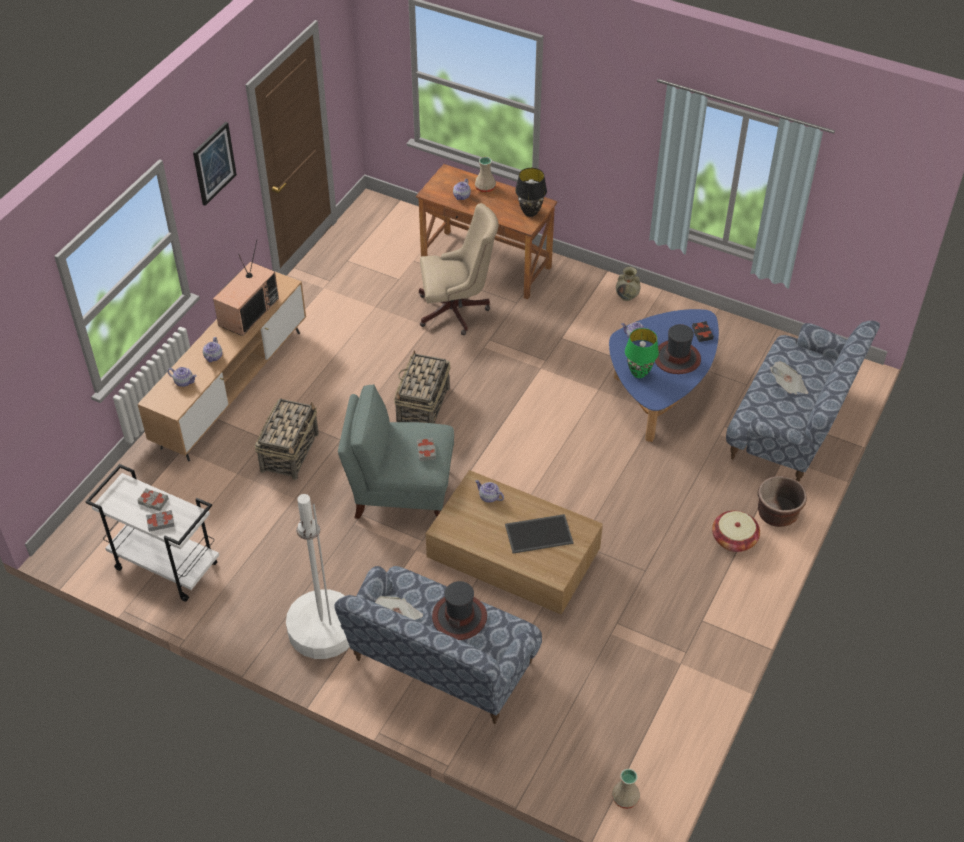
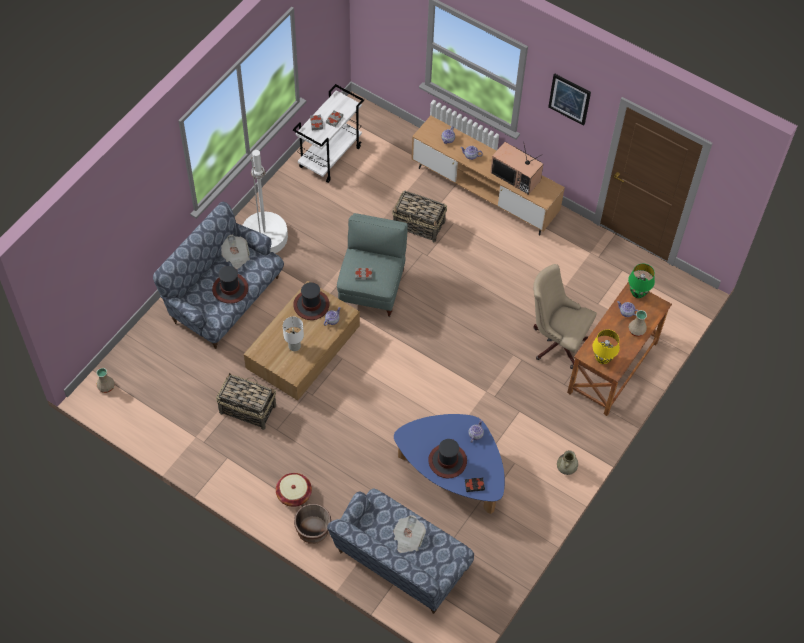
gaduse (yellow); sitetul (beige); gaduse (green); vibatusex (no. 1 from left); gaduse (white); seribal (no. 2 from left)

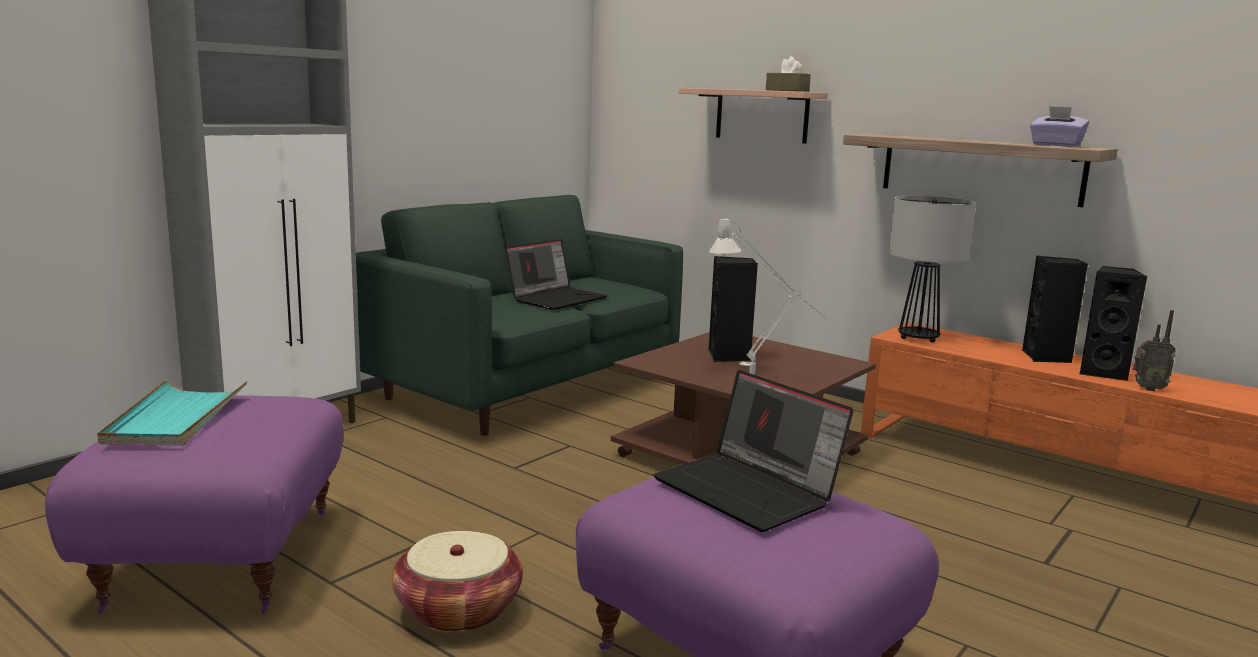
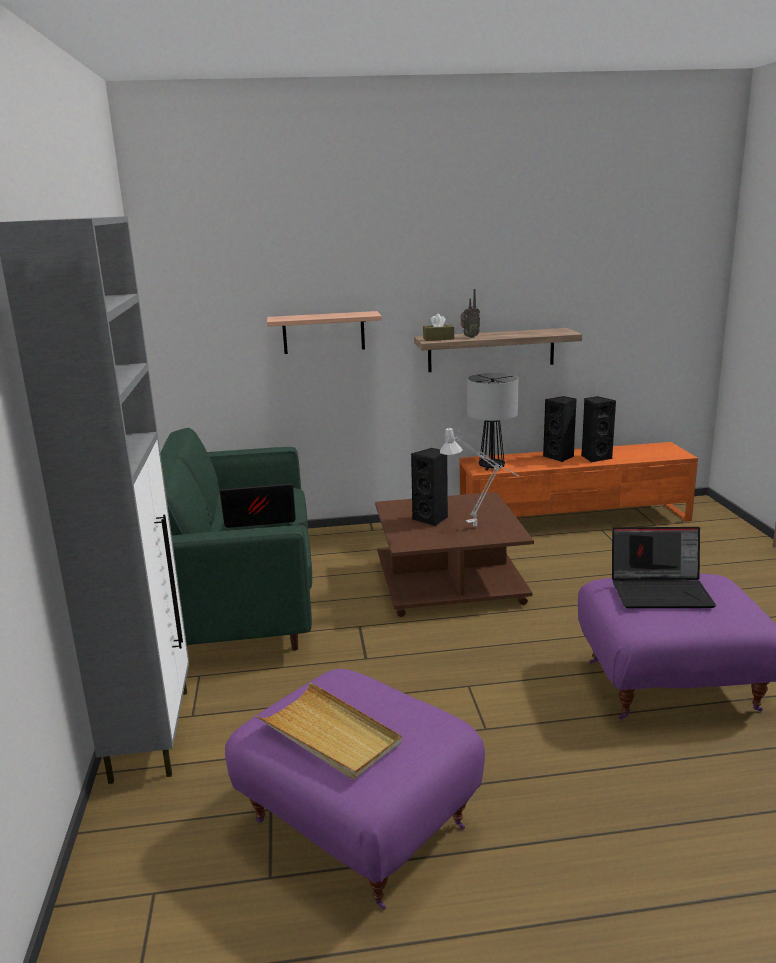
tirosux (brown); tirosux (purple); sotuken (no. 1 from left); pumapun; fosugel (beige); vibatusex

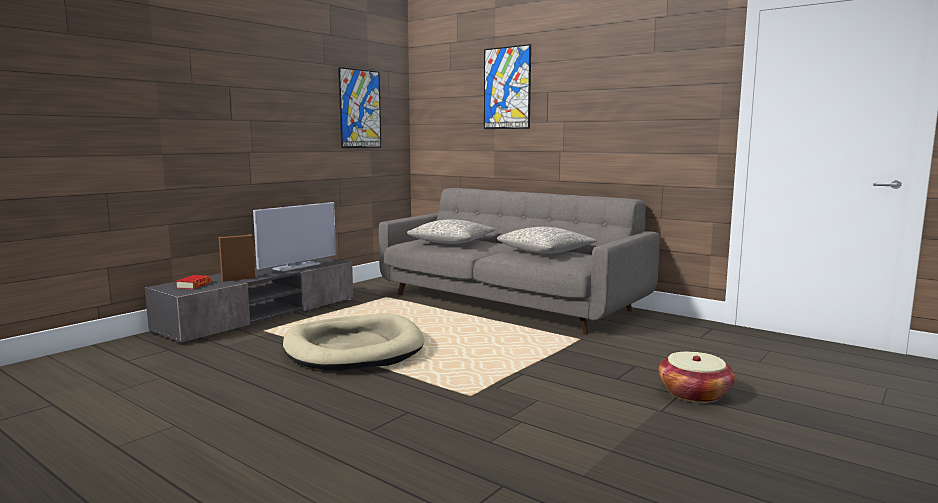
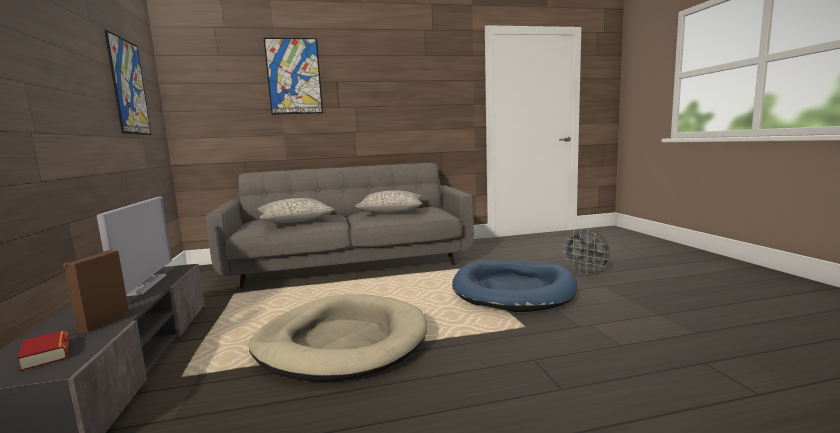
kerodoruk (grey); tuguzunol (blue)

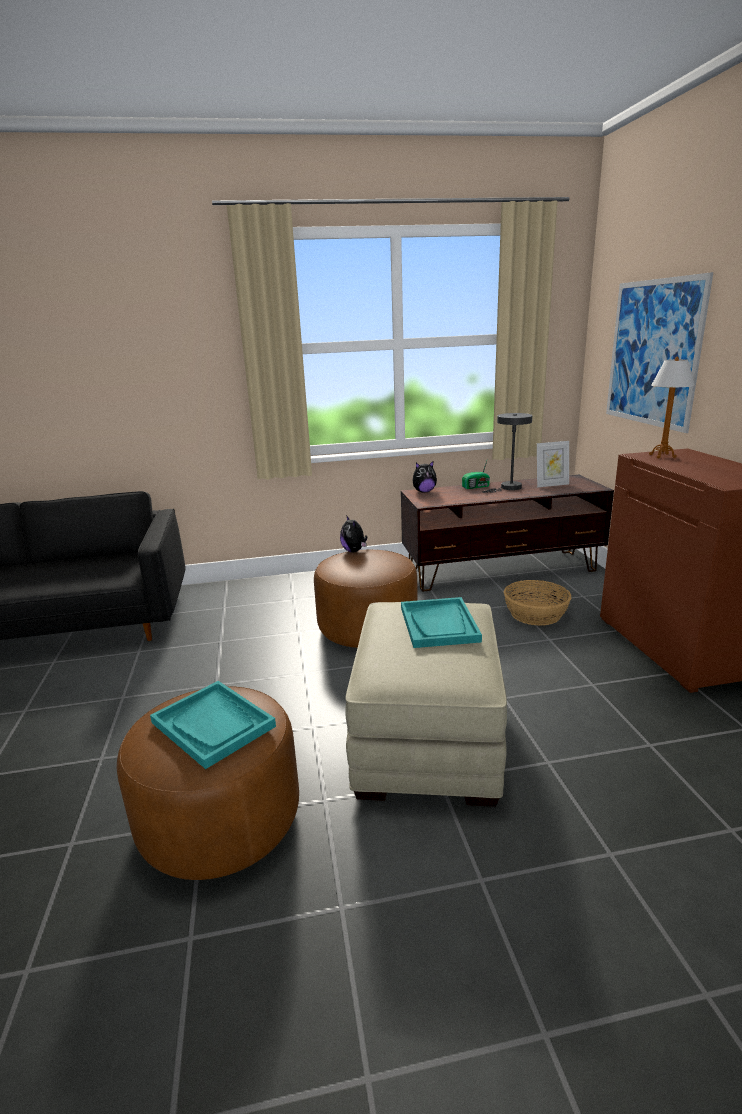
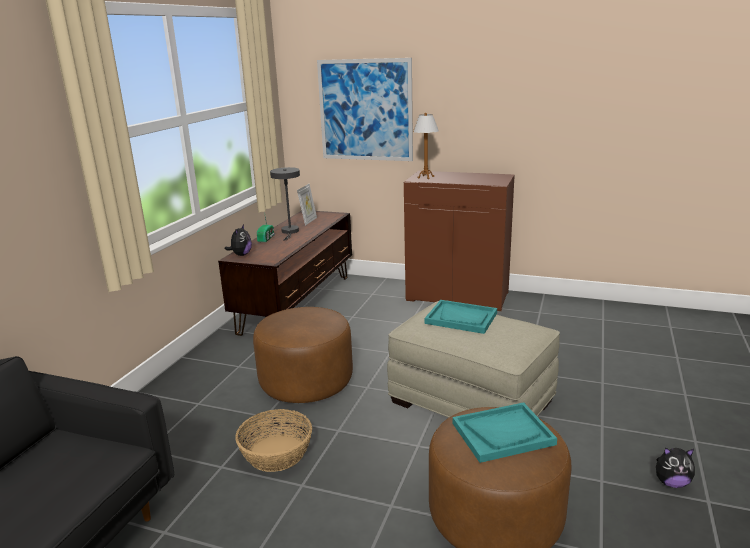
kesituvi (no. 2 from left); vibatusex

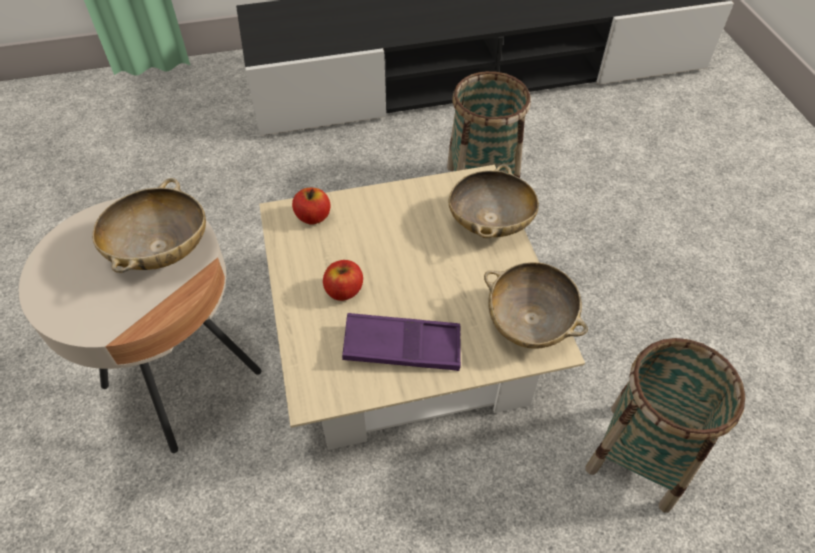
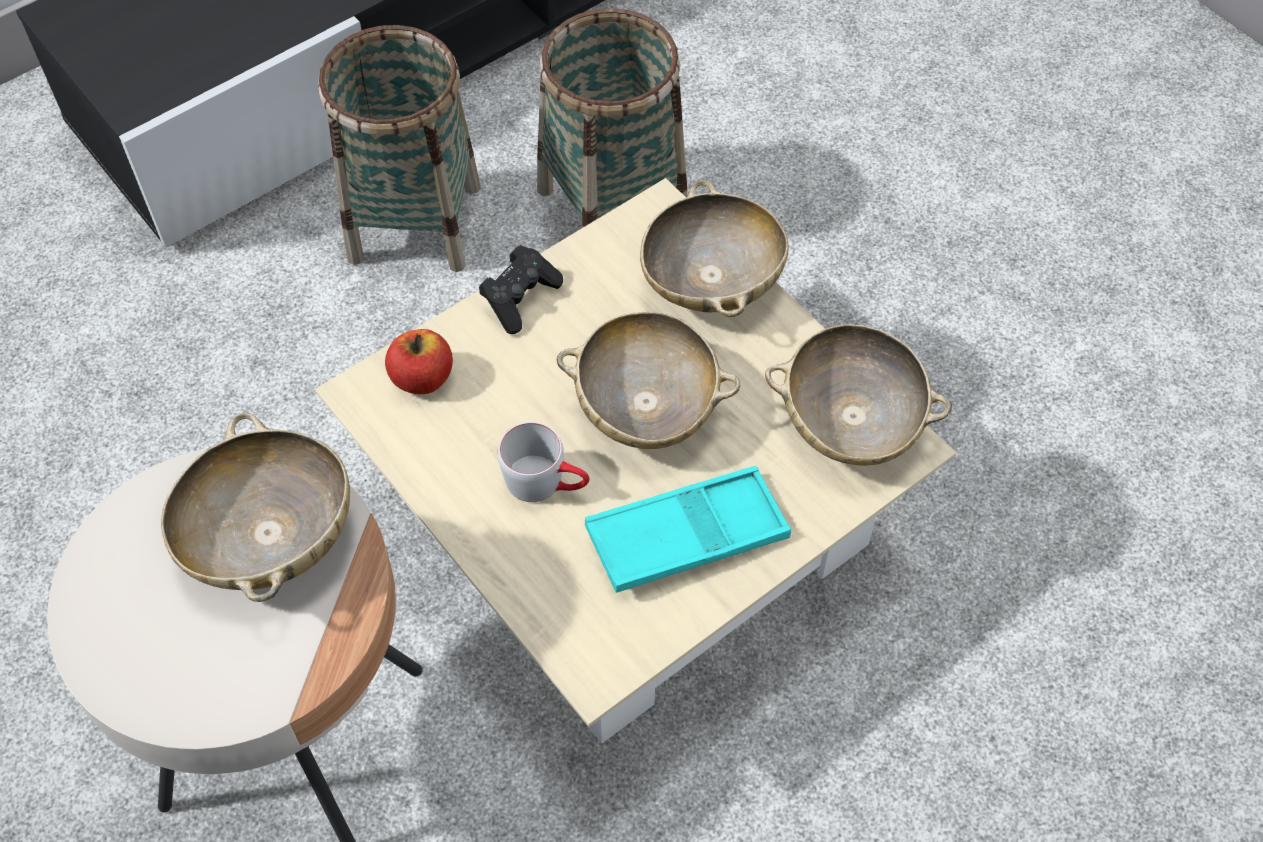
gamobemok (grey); fosugel (turquoise); vibatusex (no. 1 from left); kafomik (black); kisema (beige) (no. 2 from left)

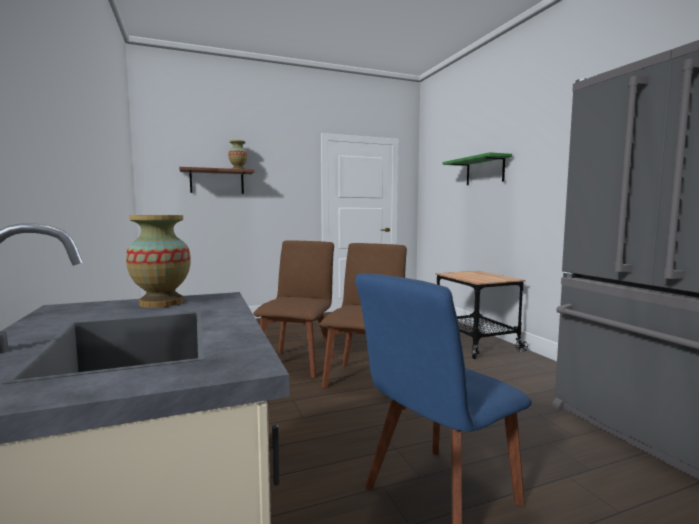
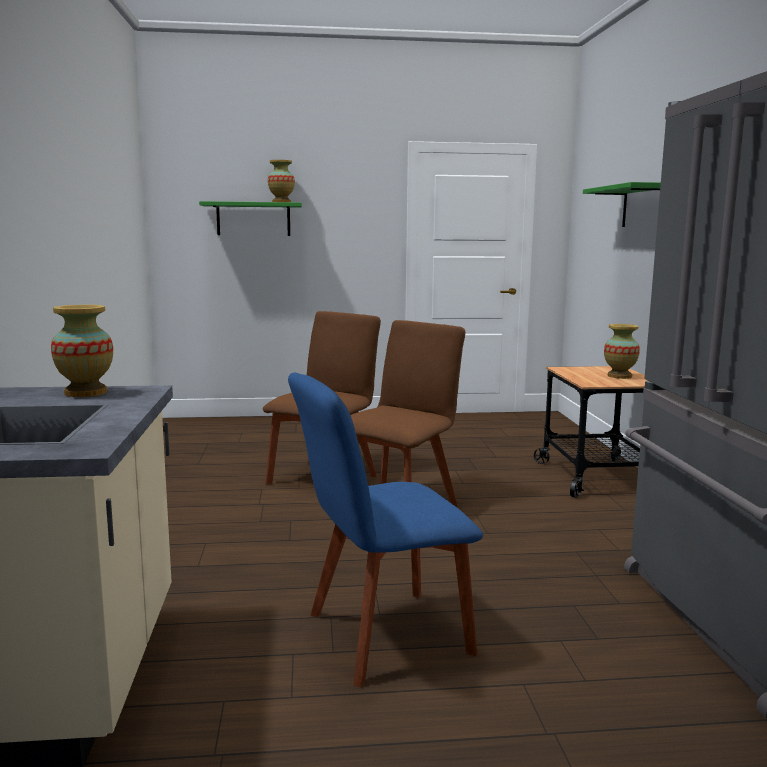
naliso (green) (no. 1 from left); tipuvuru (no. 3 from left)

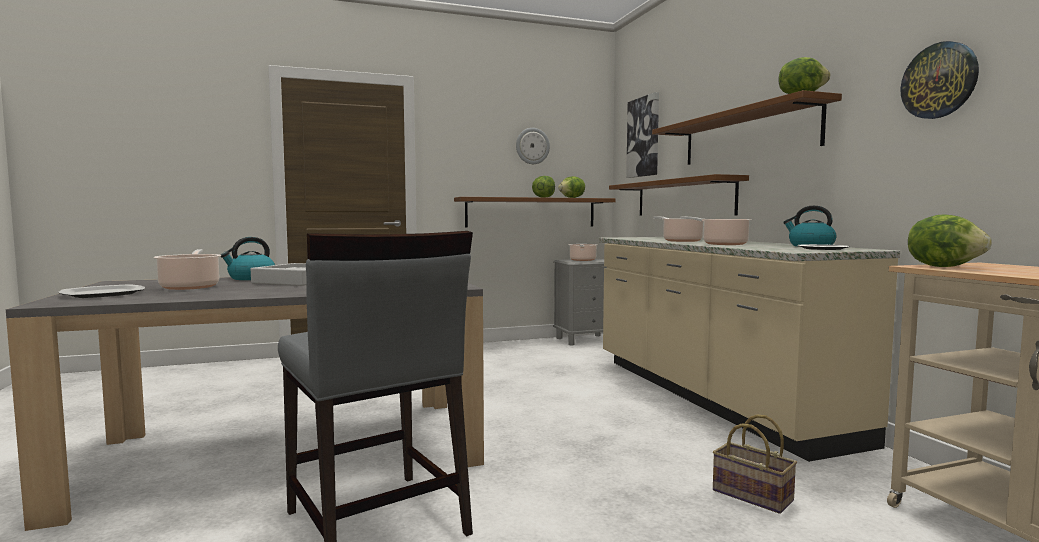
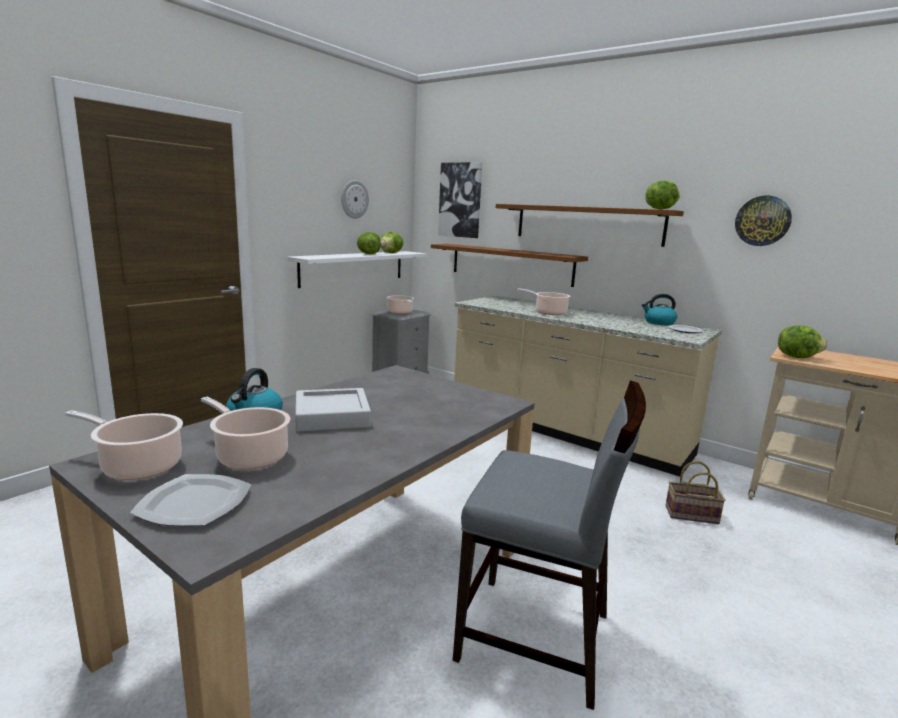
naliso (white); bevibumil (no. 1 from left)

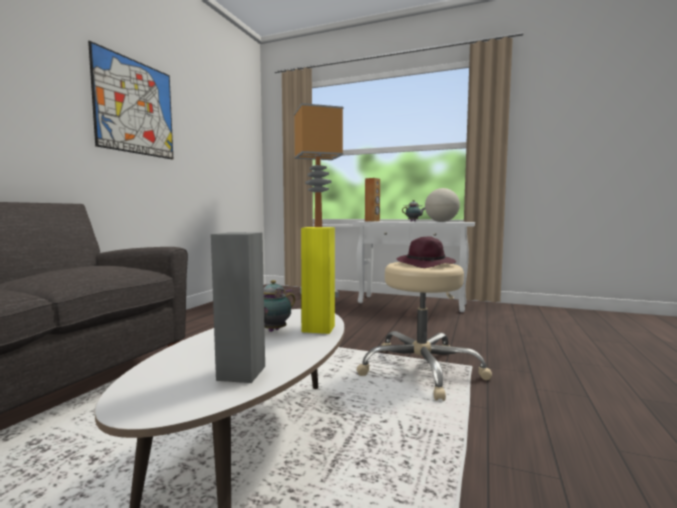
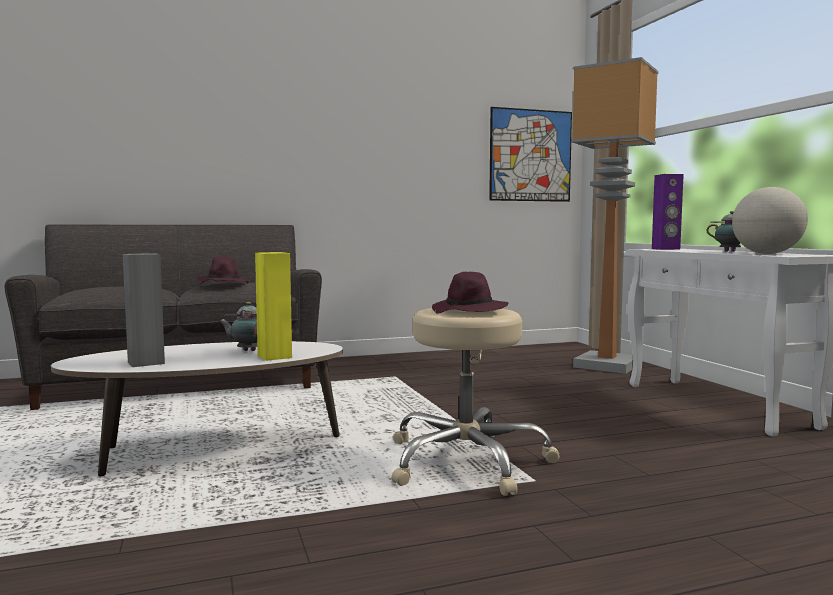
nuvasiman; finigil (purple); seribal (purple) (no. 1 from left)

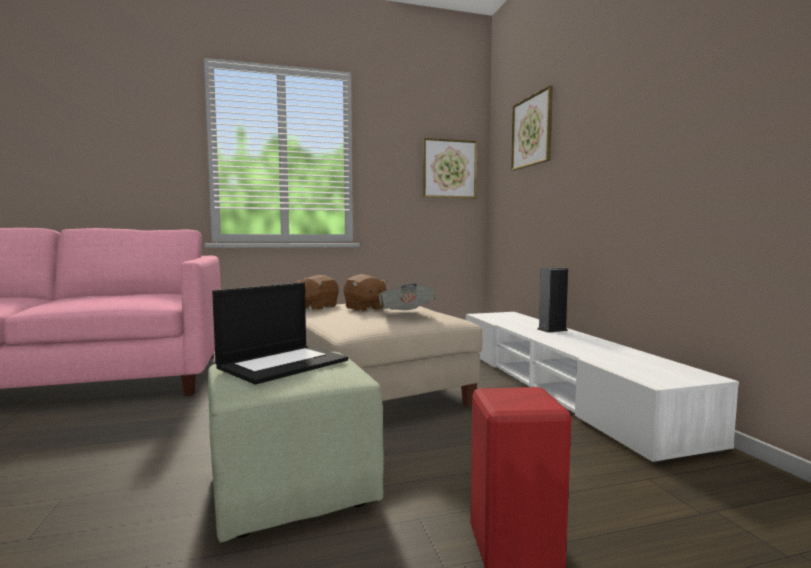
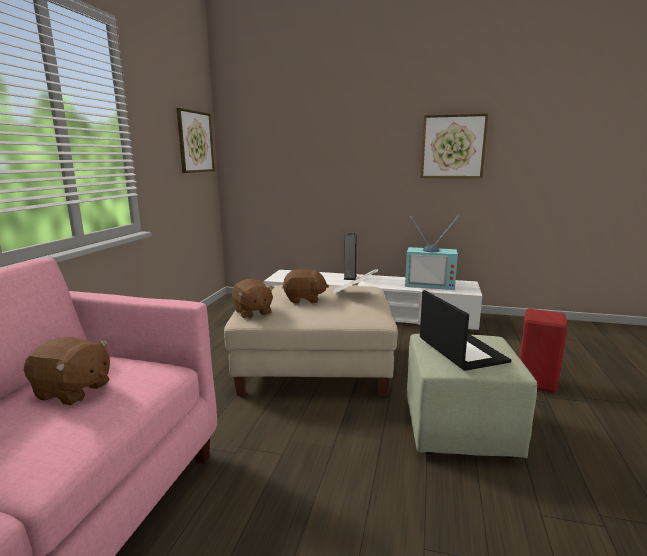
nuvasiman (no. 2 from left); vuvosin; kesituvi (brown) (no. 1 from left)

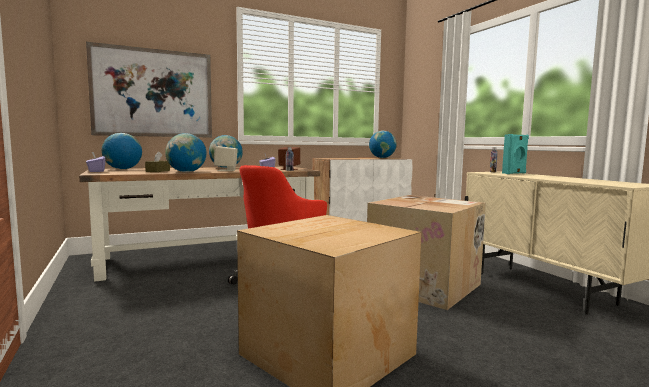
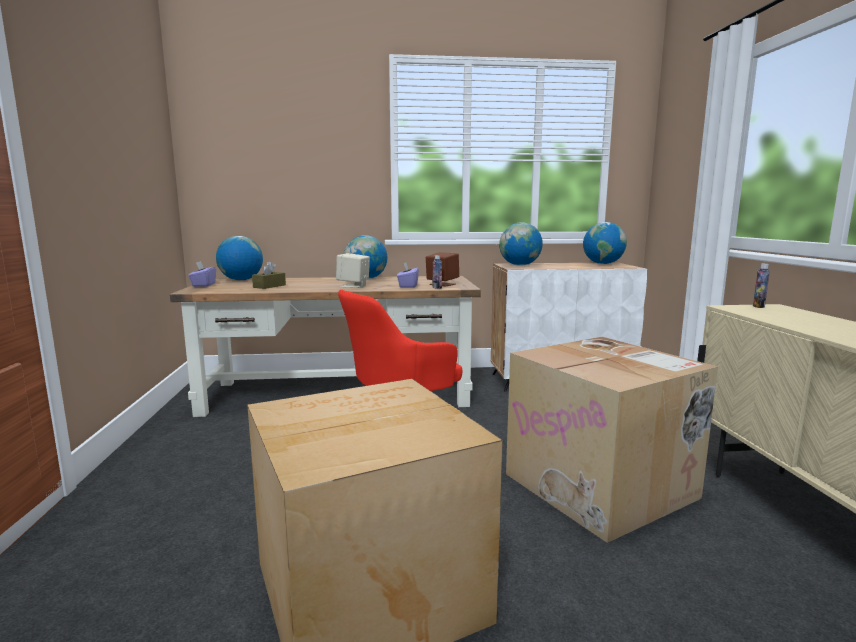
nuvasiman; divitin (no. 3 from left); finigil (turquoise)

